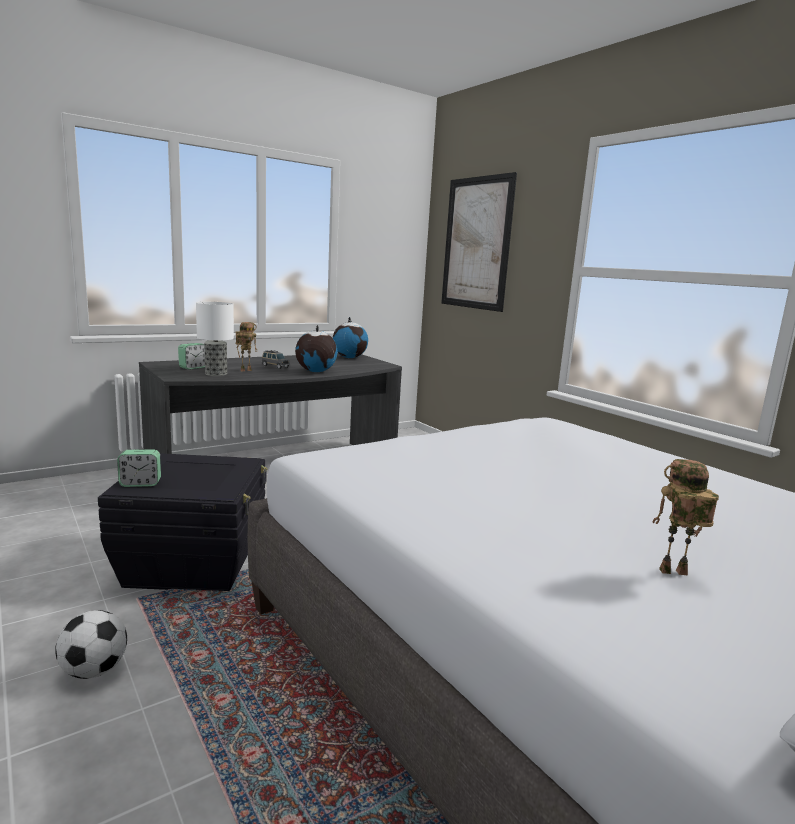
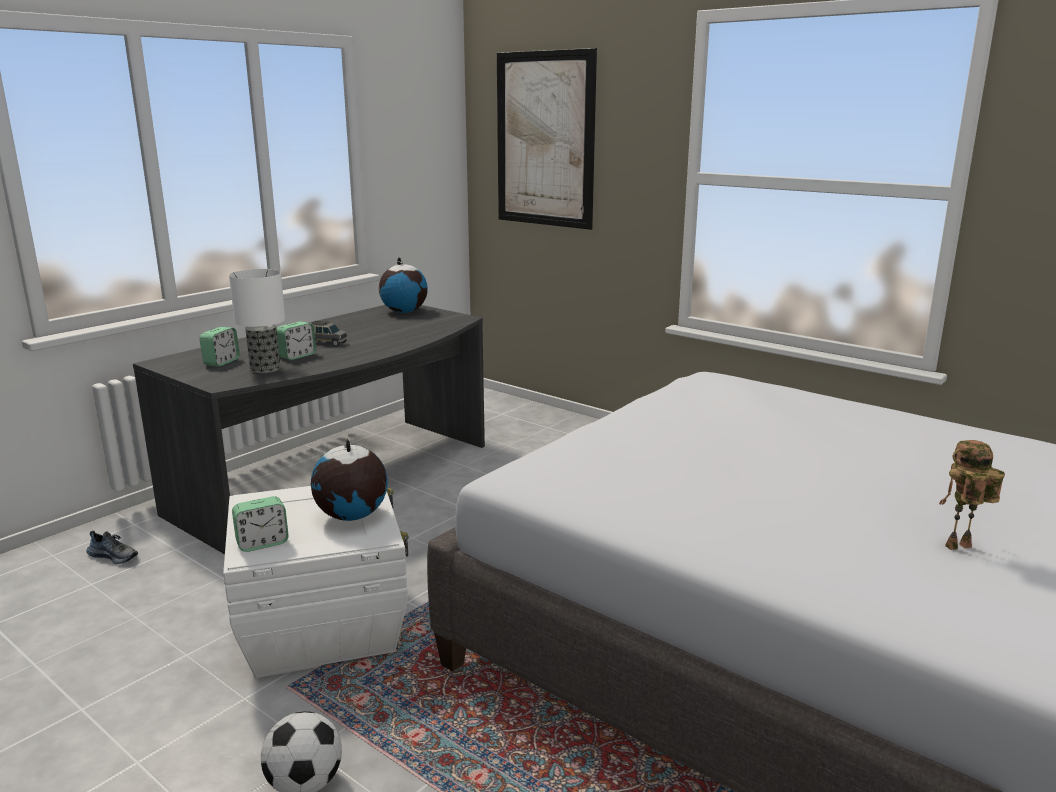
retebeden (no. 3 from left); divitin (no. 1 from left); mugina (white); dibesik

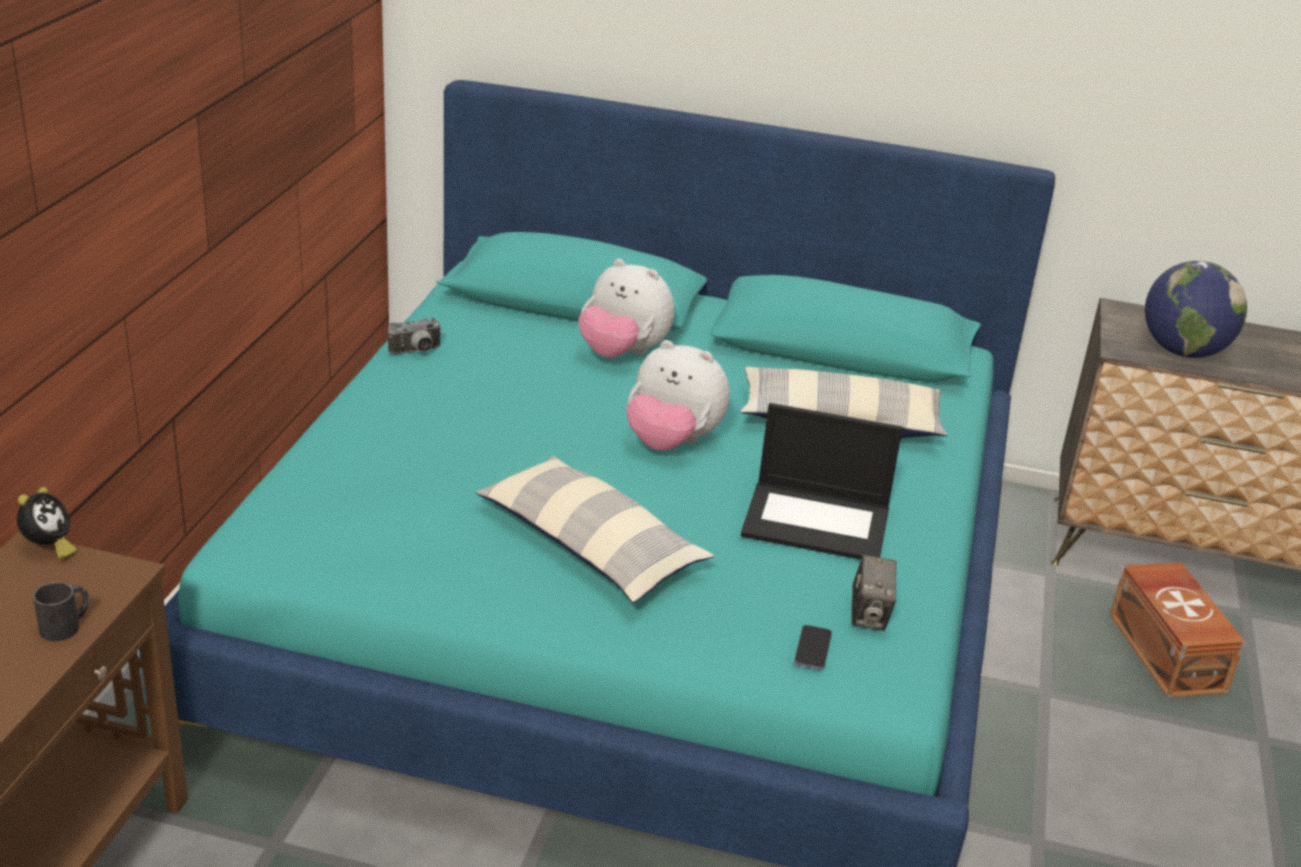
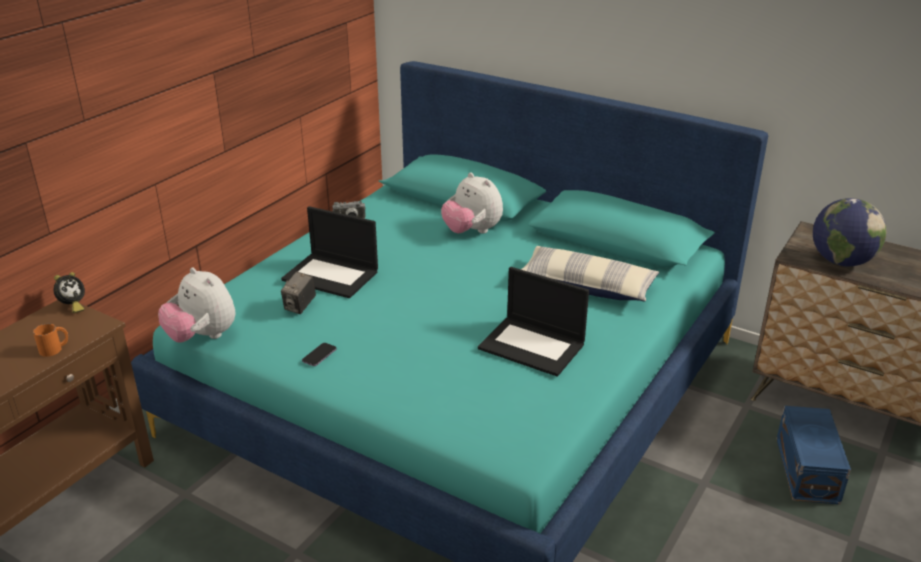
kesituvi (no. 1 from left); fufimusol (no. 1 from left in the first image); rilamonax (no. 1 from left); mugina (blue); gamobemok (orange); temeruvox; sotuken (no. 1 from left)

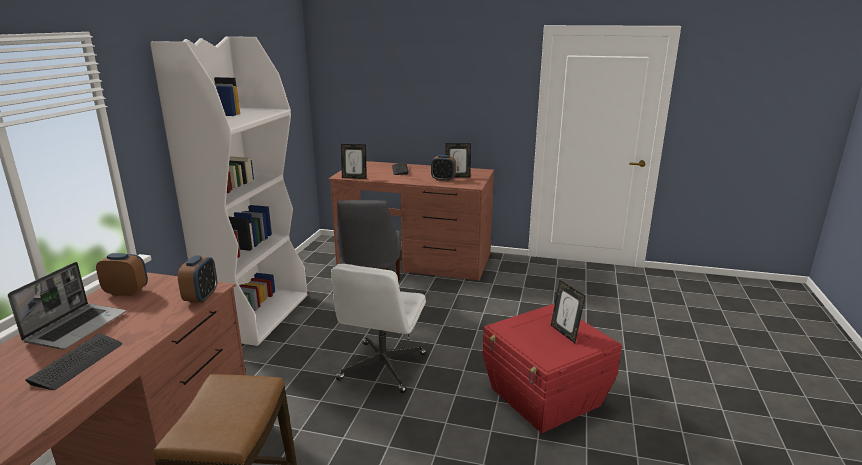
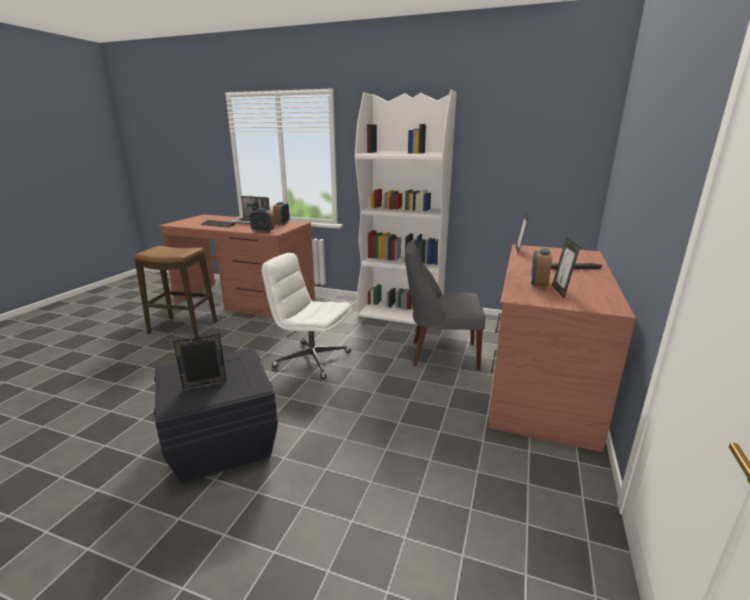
mugina (black)

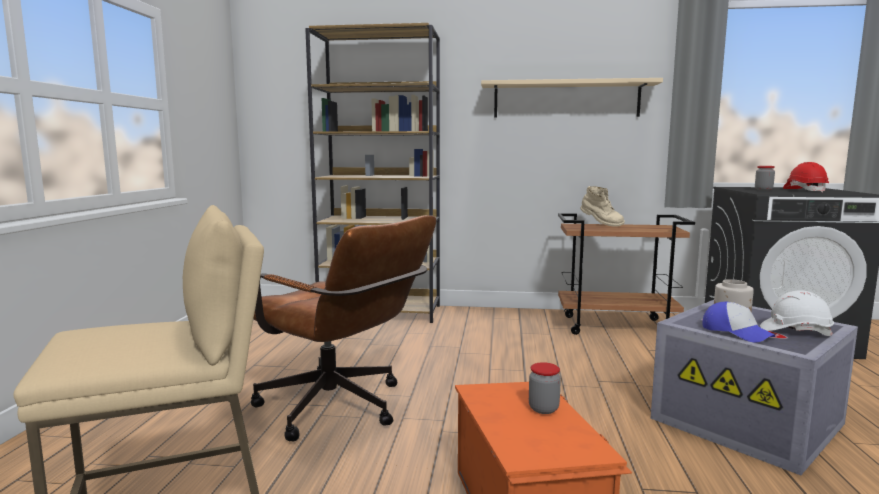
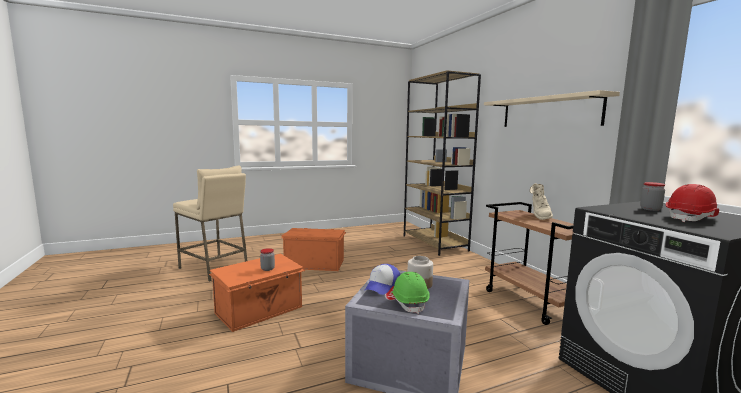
mugina (orange) (no. 2 from left); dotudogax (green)

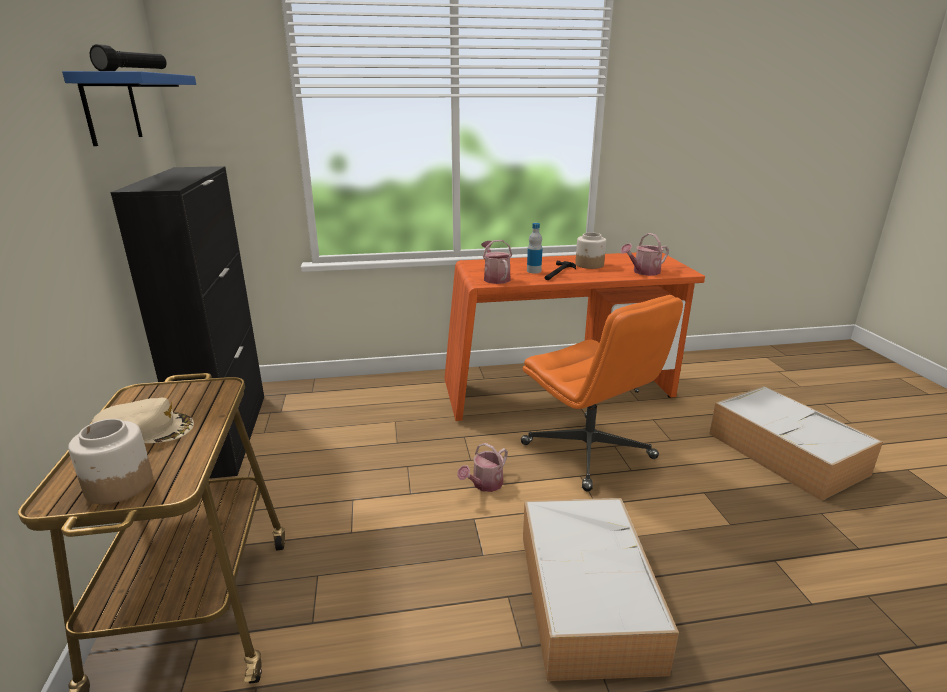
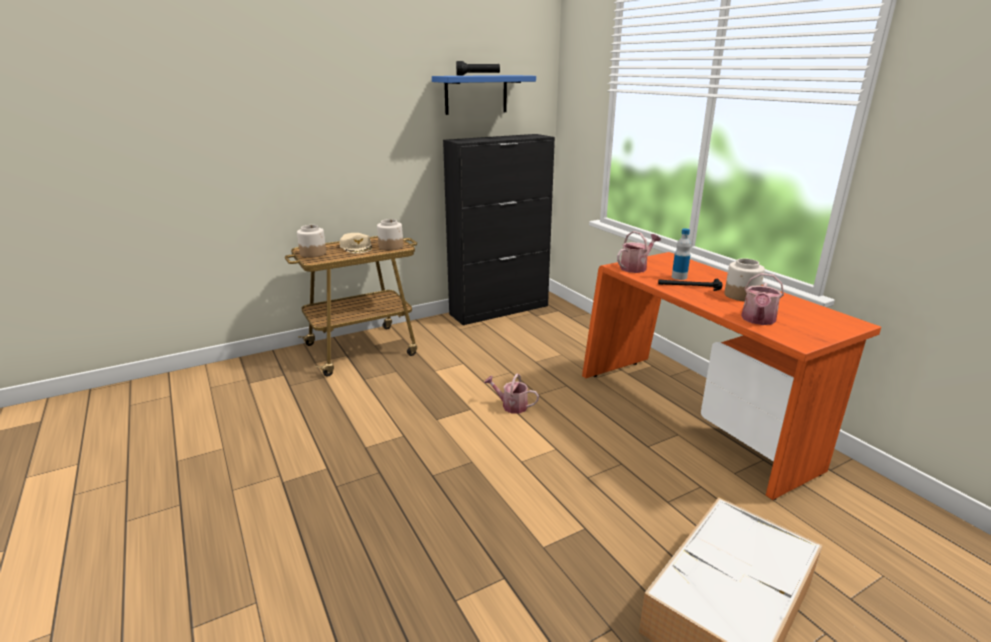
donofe (no. 3 from left); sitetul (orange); mugina (no. 1 from left in the first image); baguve (no. 2 from left)

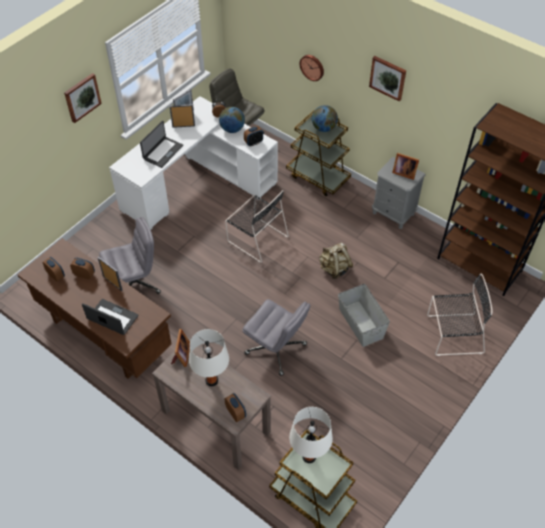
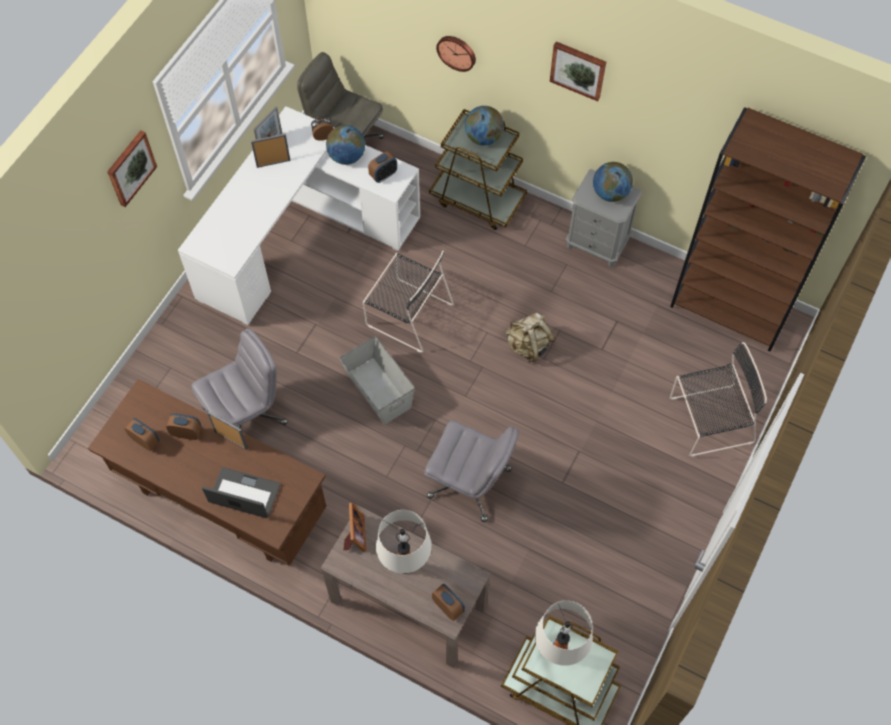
sotuken (no. 2 from left in the first image); divitin (no. 3 from left); mugina (grey)

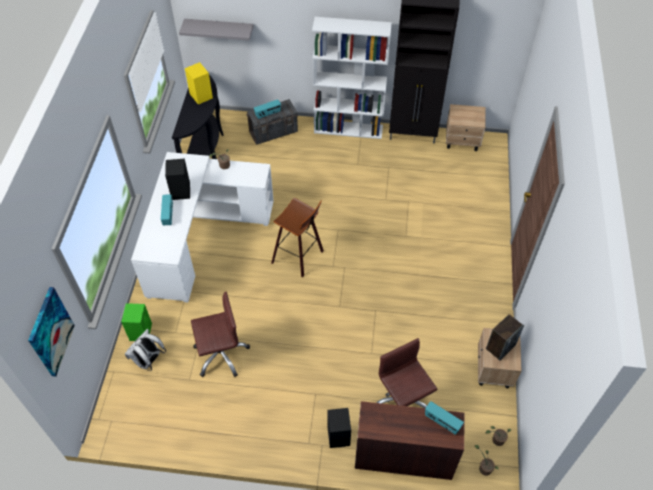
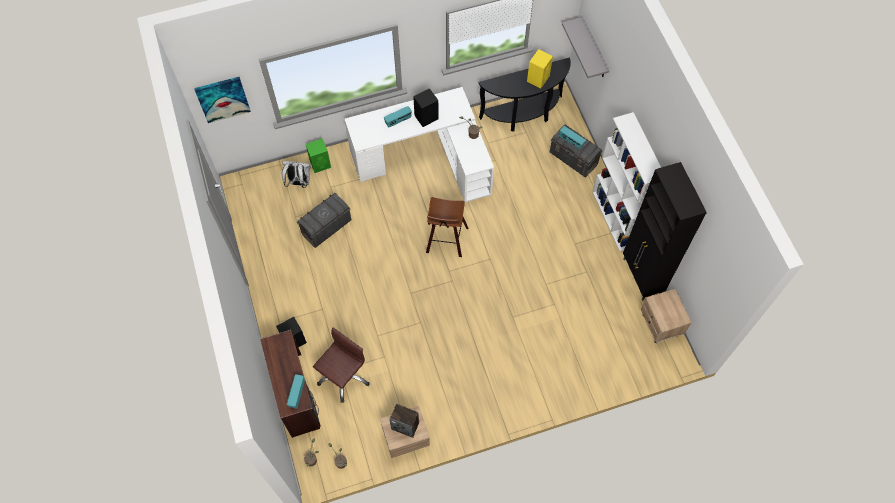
mugina (grey) (no. 1 from left)

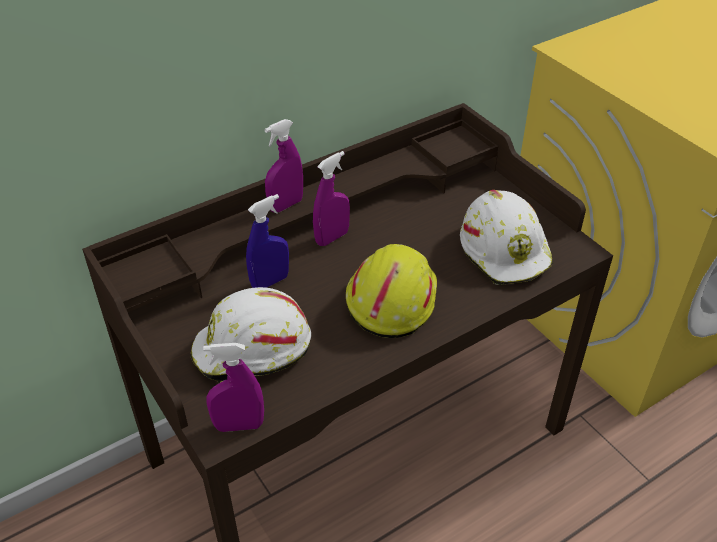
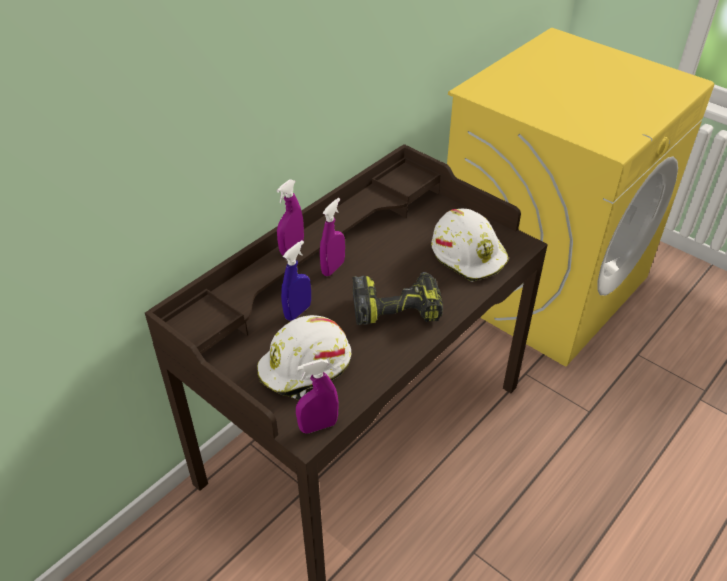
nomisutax

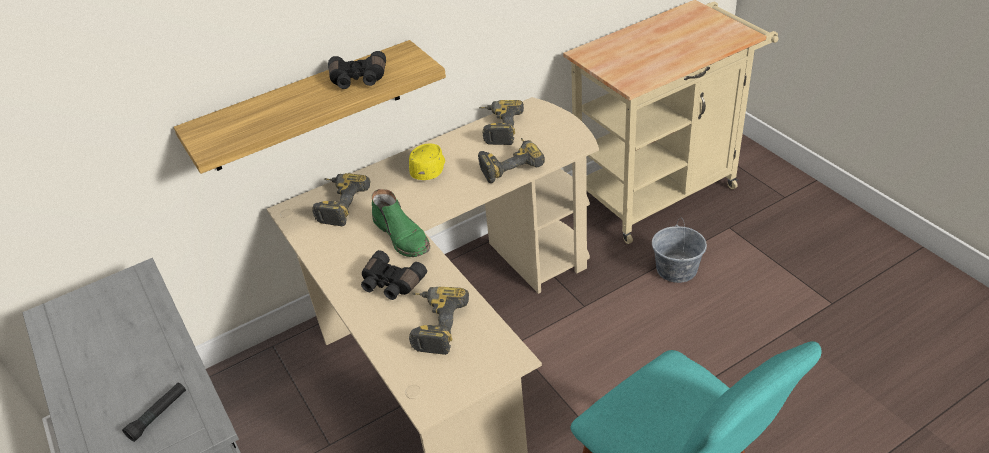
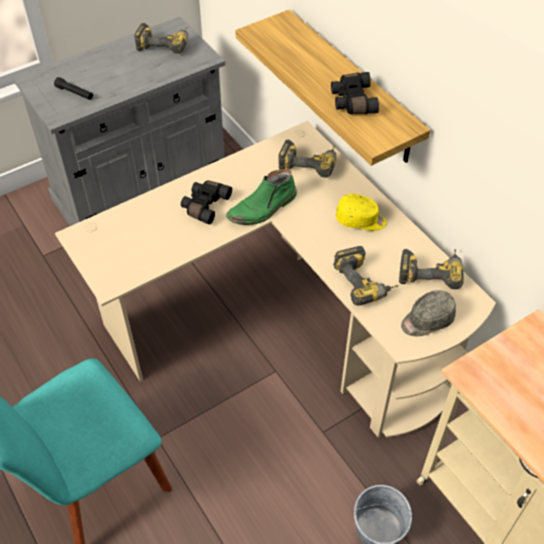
nomisutax (no. 1 from left); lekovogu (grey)

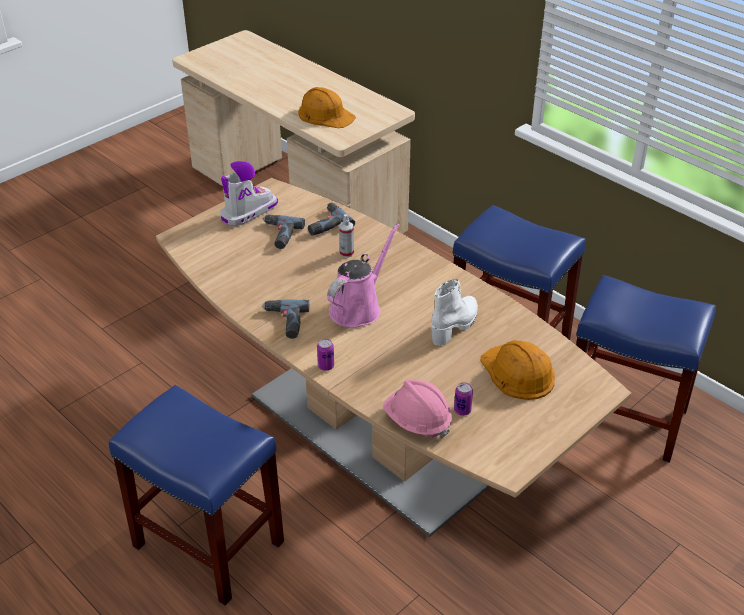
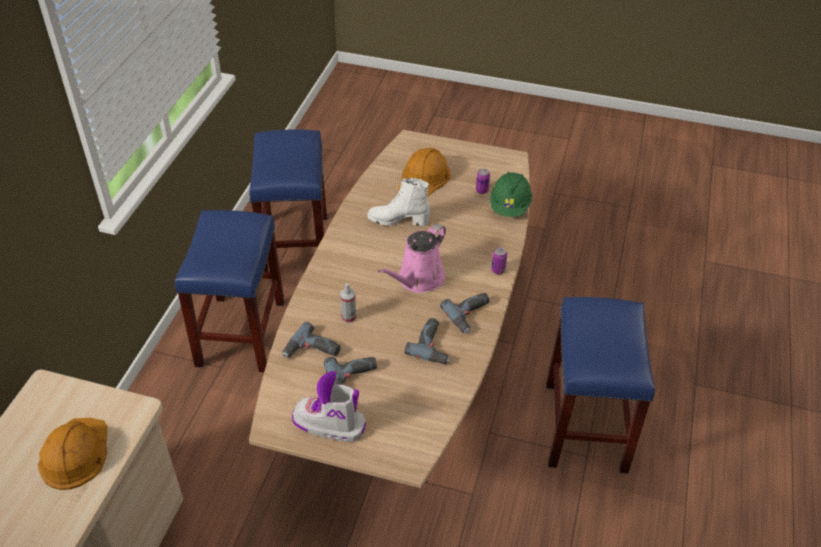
donofe (pink); dotudogax (green); nomisutax (no. 3 from left)

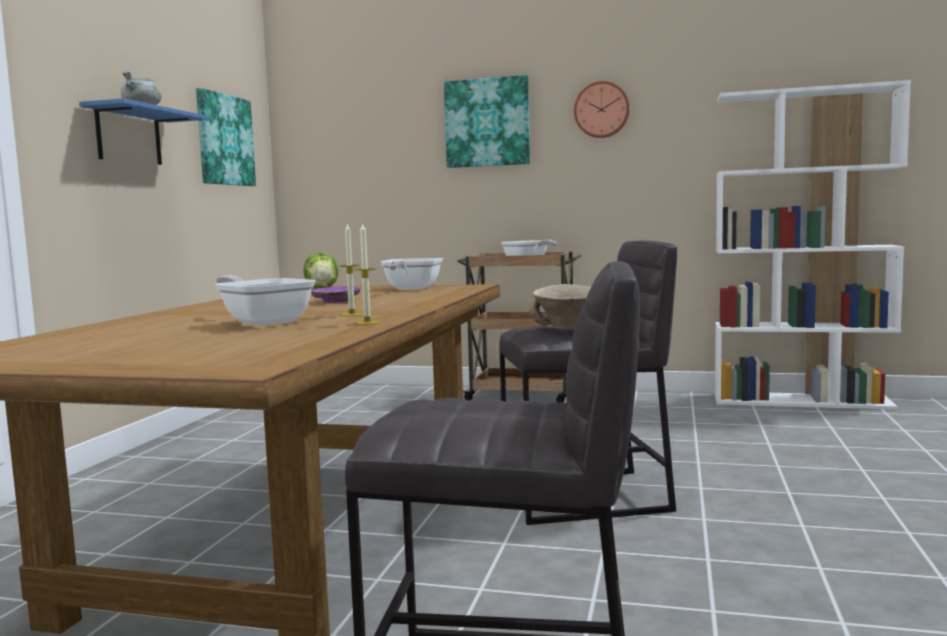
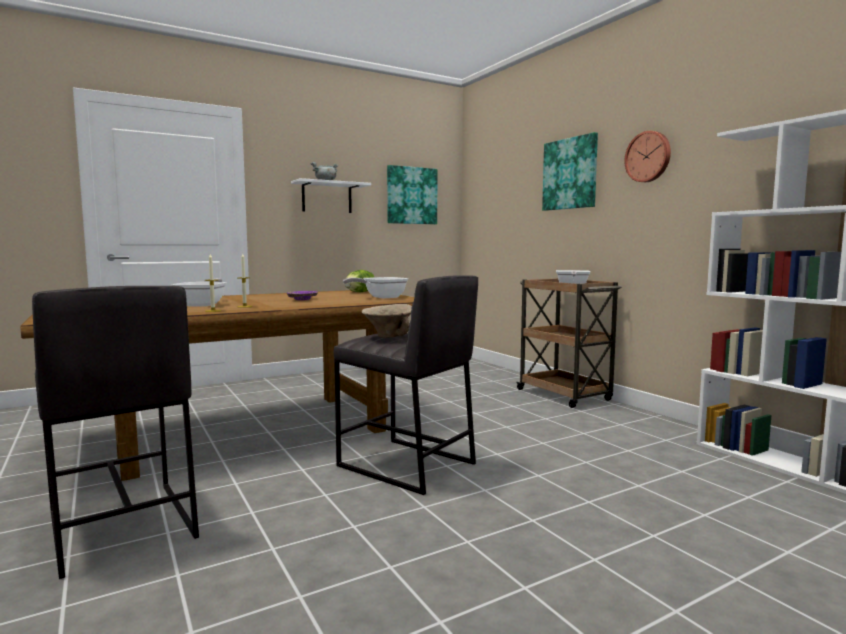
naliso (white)

